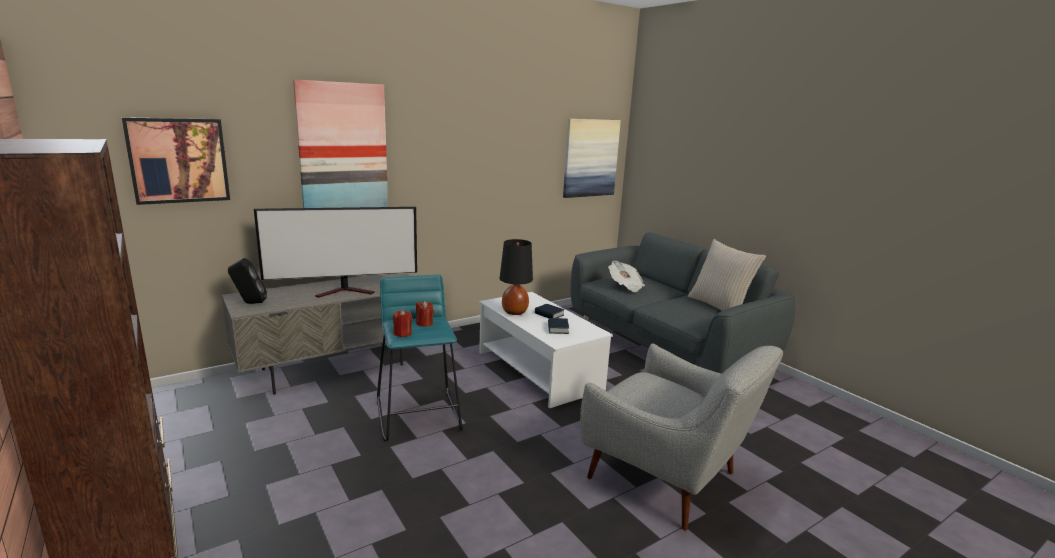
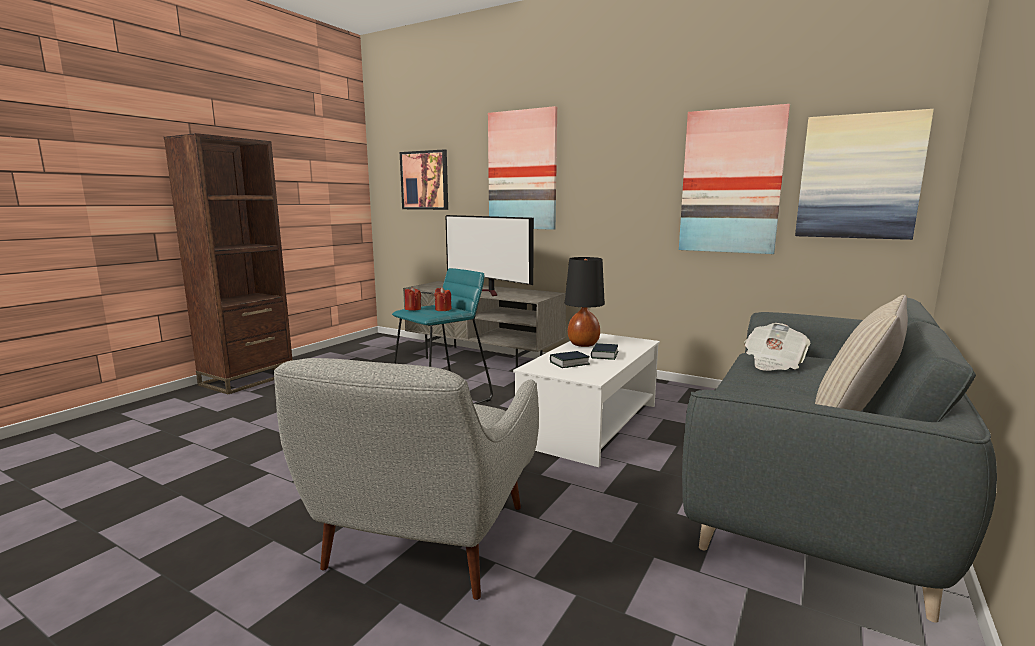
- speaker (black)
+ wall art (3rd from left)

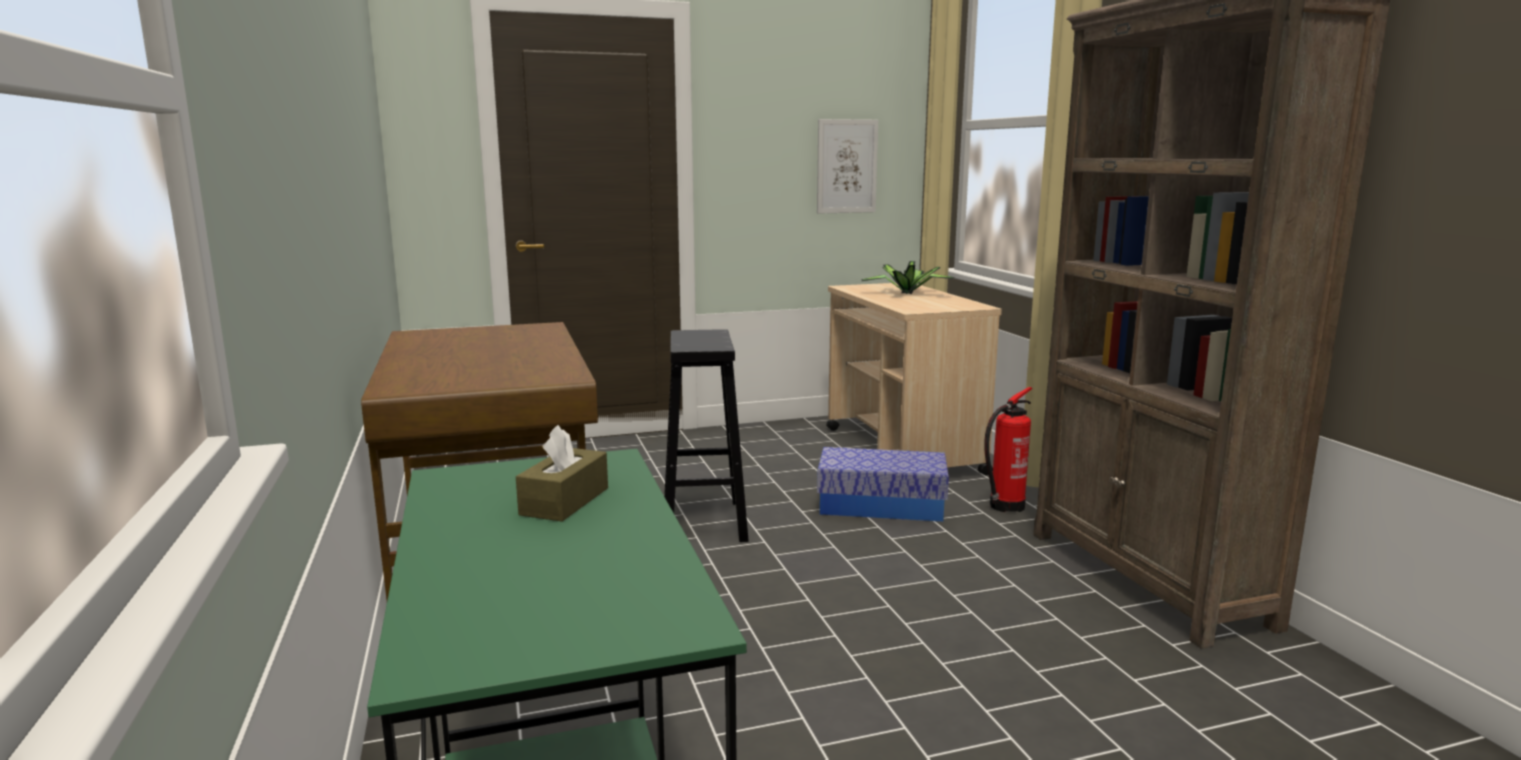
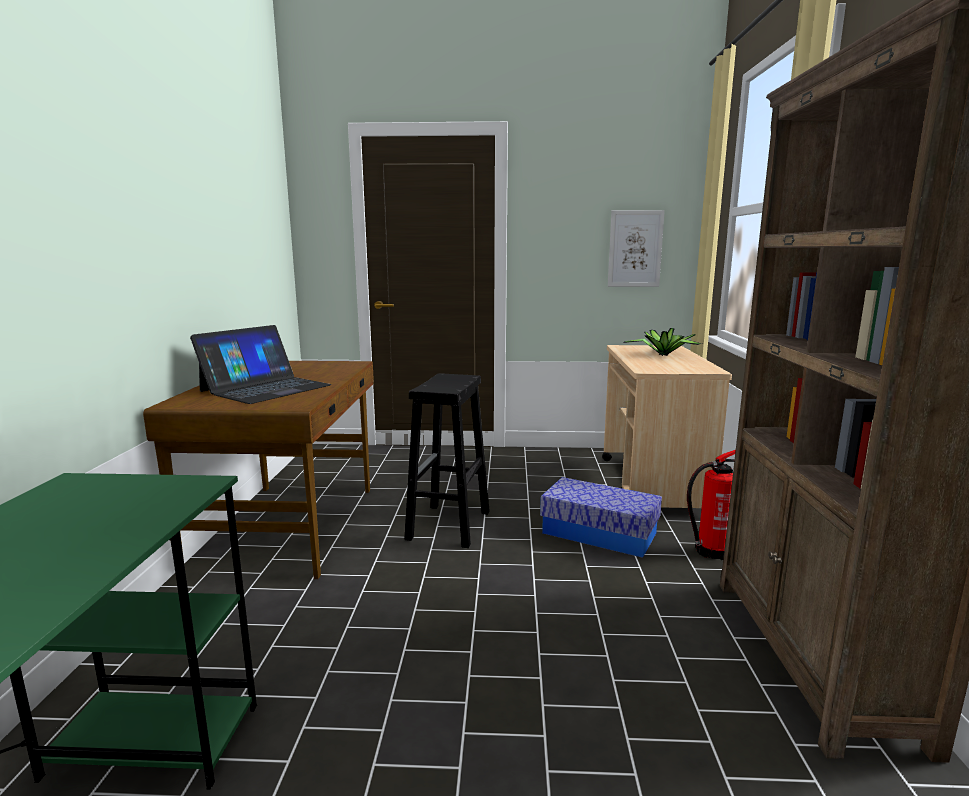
- tissue holder (brown)
+ laptop

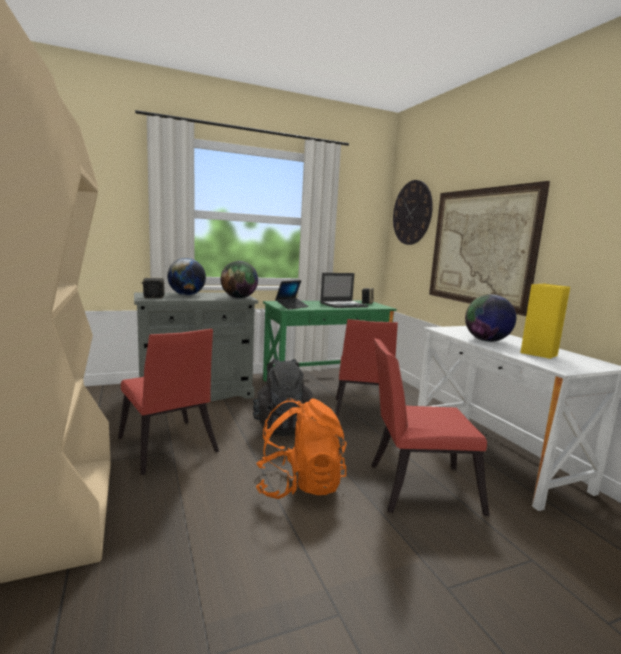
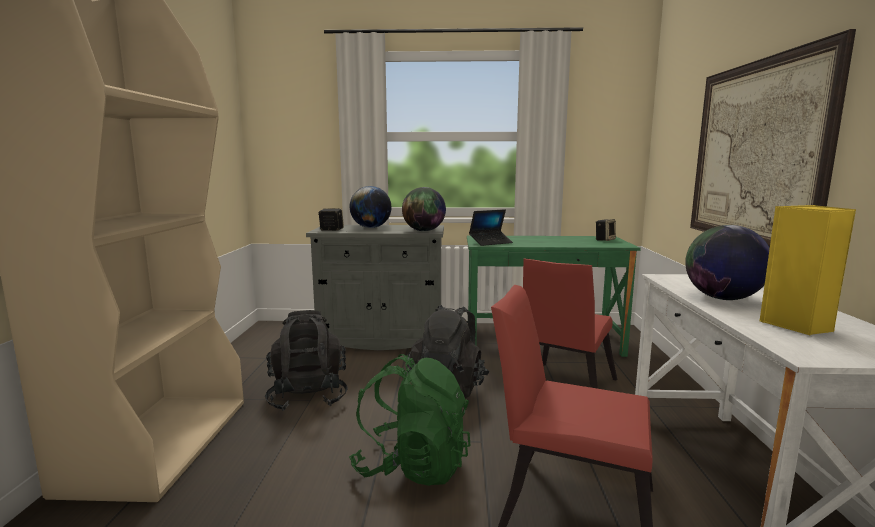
- clock on the wall
- laptop (2nd from left)
~ upright chair (red) (1st from left) to backpack (black) (1st from left)
~ backpack (orange-coloured) to backpack (green)

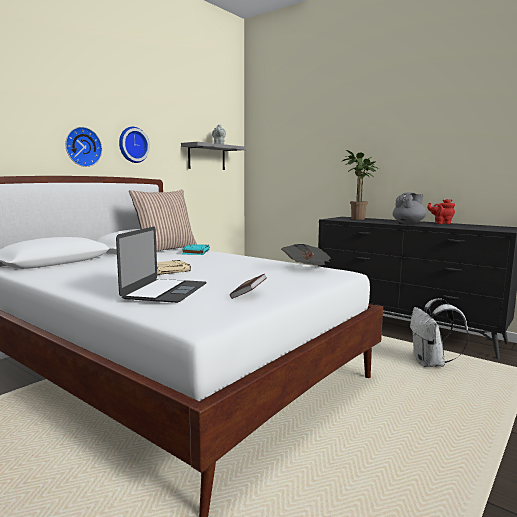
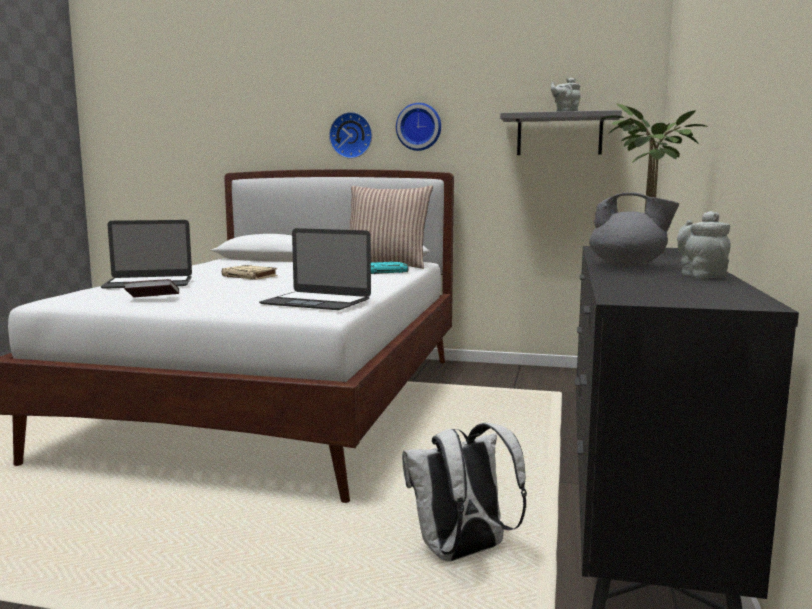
~ pot for tea (red) to pot for tea (greyish) (3rd from left)
~ newspaper to laptop (2nd from left)

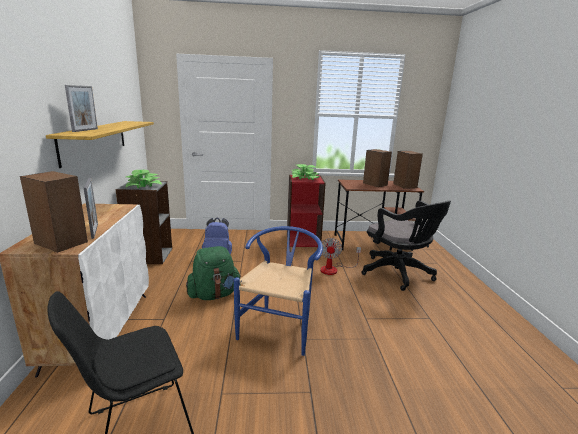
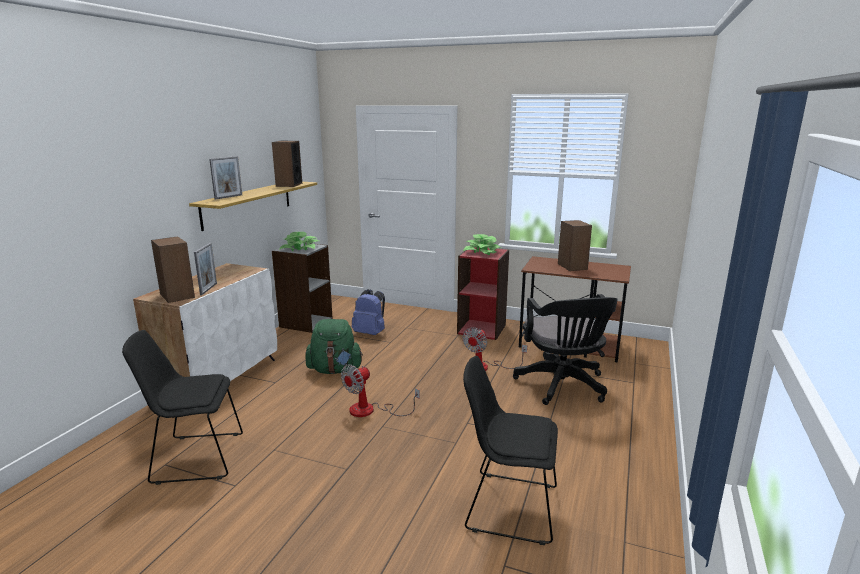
~ speaker (3rd from left in the first image) to speaker (2nd from left)
~ upright chair (bluish) to cooling fan (1st from left)
+ upright chair (black) (2nd from left)

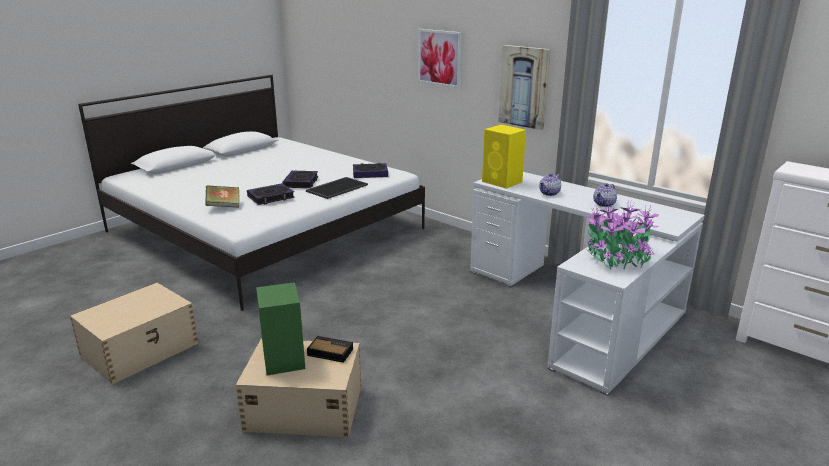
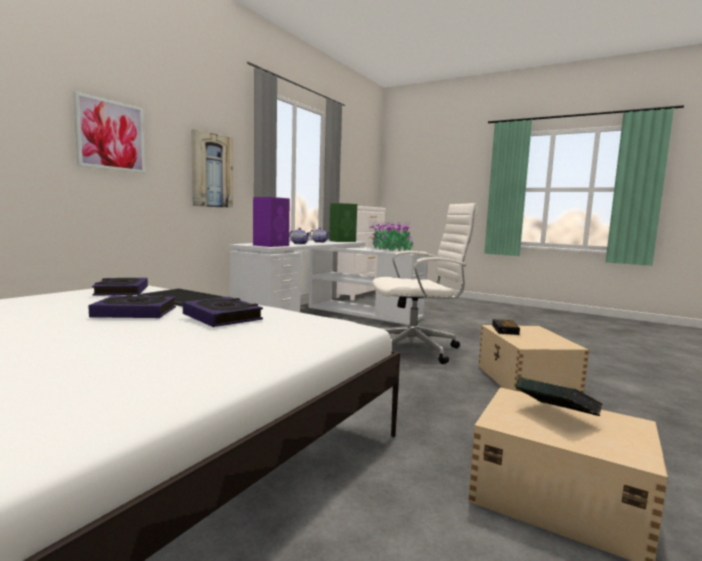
~ speaker (yellow-coloured) to speaker (purple)
~ book (1st from left in the first image) to book (4th from left)
~ speaker (green)
+ office chair (whitish)

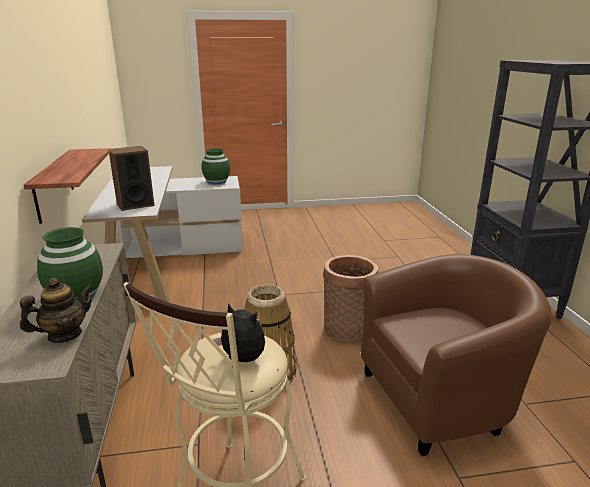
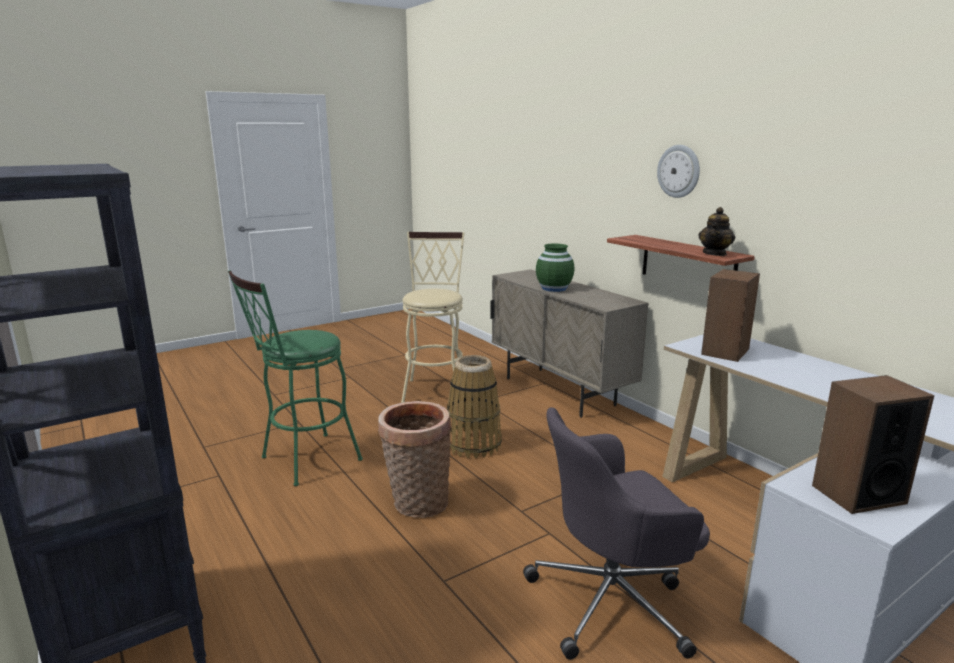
~ vase (green) (2nd from left) to speaker (2nd from left)
~ easy chair (brown) to stool seat (green)
~ pot for tea
- cuddly toy
+ clock on the wall
+ office chair (greyish)

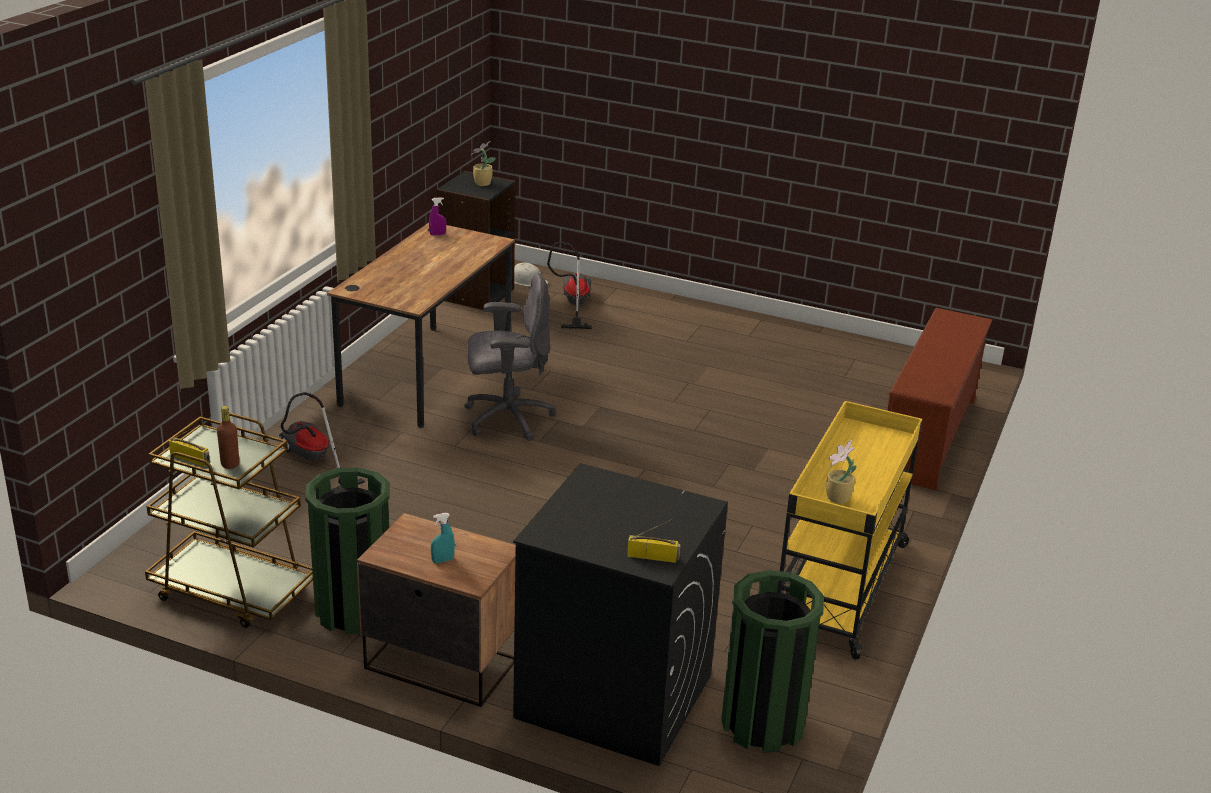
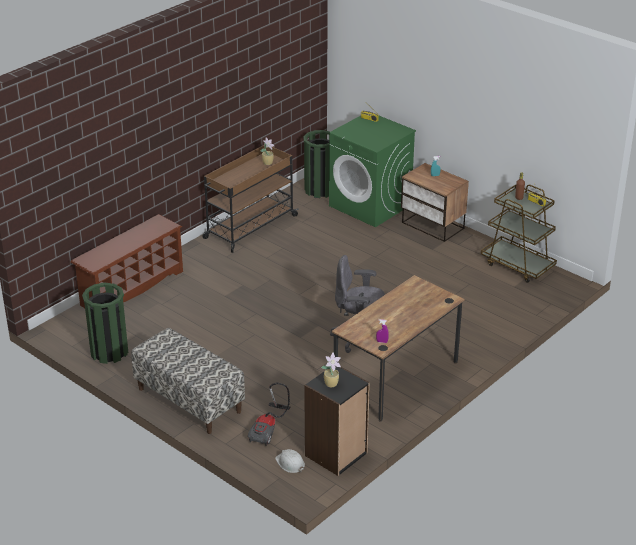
- vacuum (1st from left)
~ cart (yellow-coloured) to cart (brown) (1st from left)
~ laundry appliance (black) to laundry appliance (green)
~ trash can (green) (1st from left)
+ bench

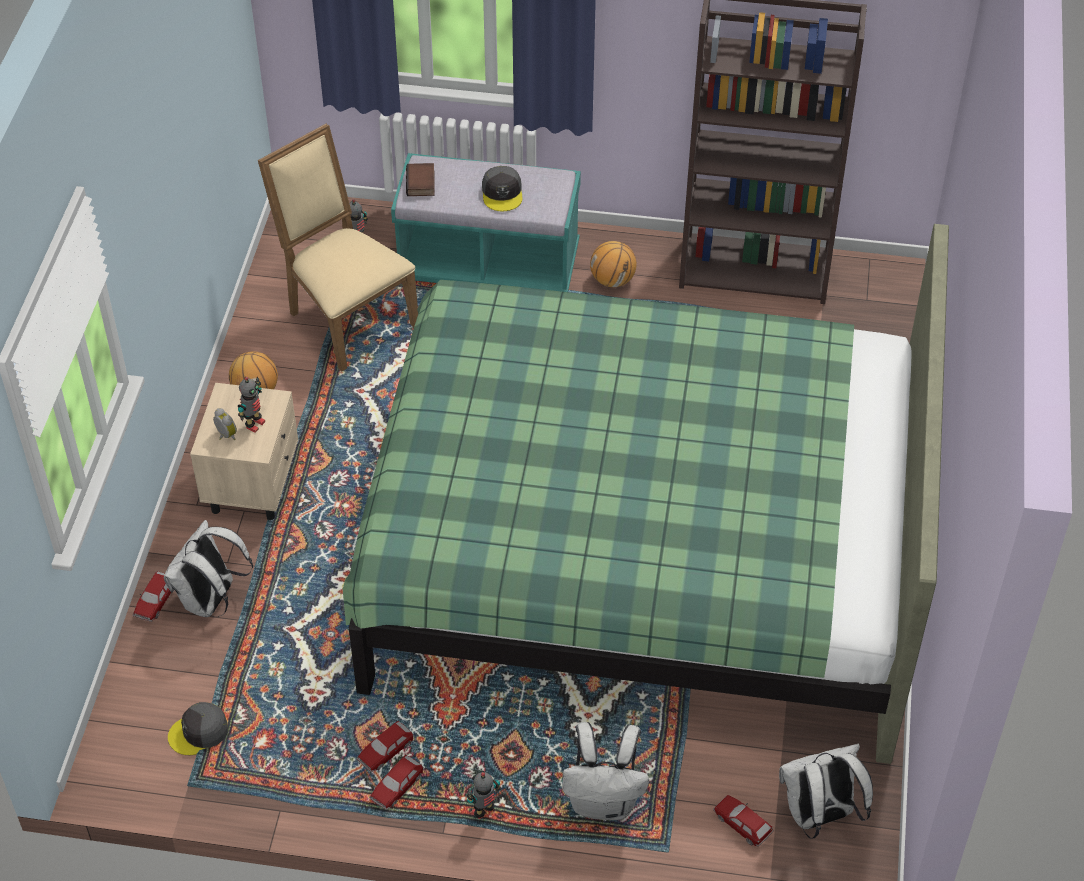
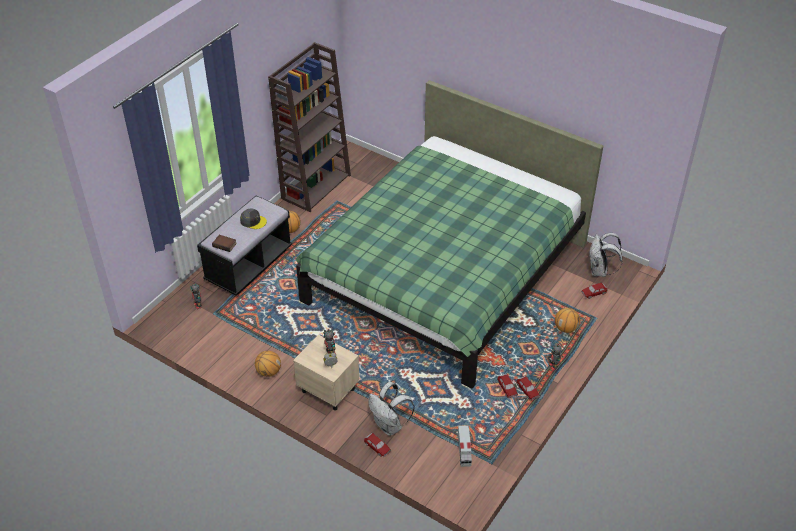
- upright chair (beige)
~ bench (turquoise) to bench (black)
~ peaked cap (greyish) (1st from left) to toy lorry
~ backpack (whitish) (2nd from left) to basketball ball (3rd from left)

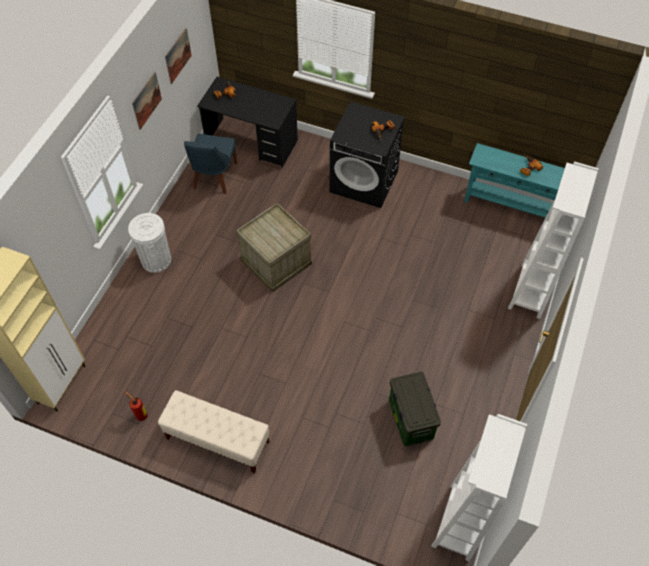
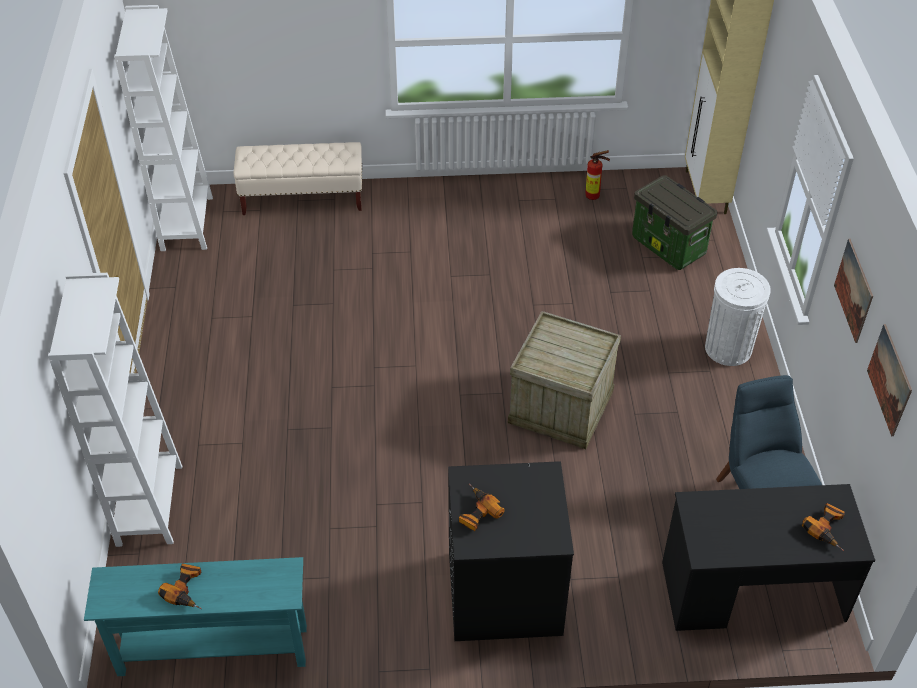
~ storage container
~ bench (beige)

